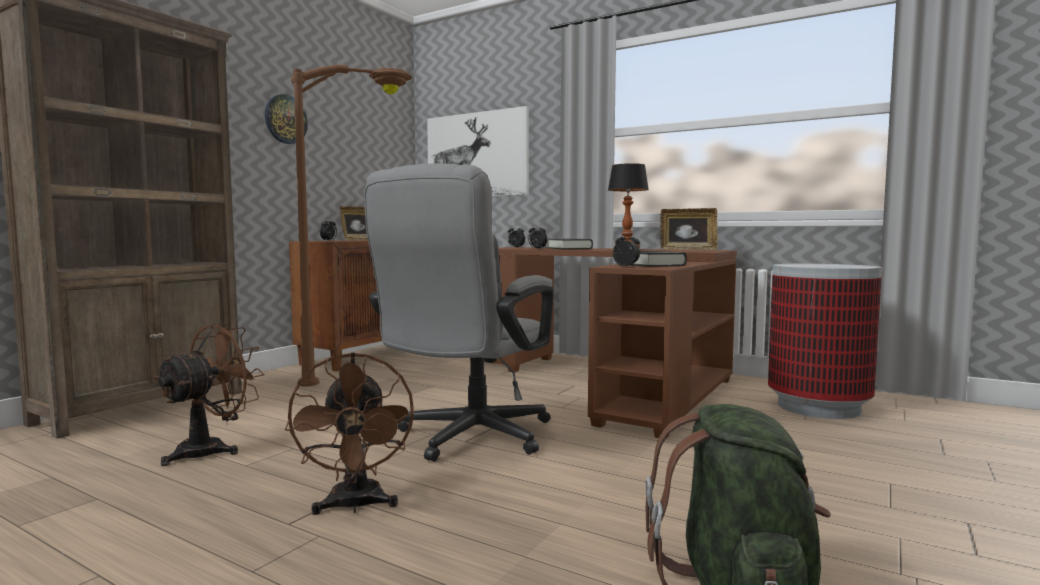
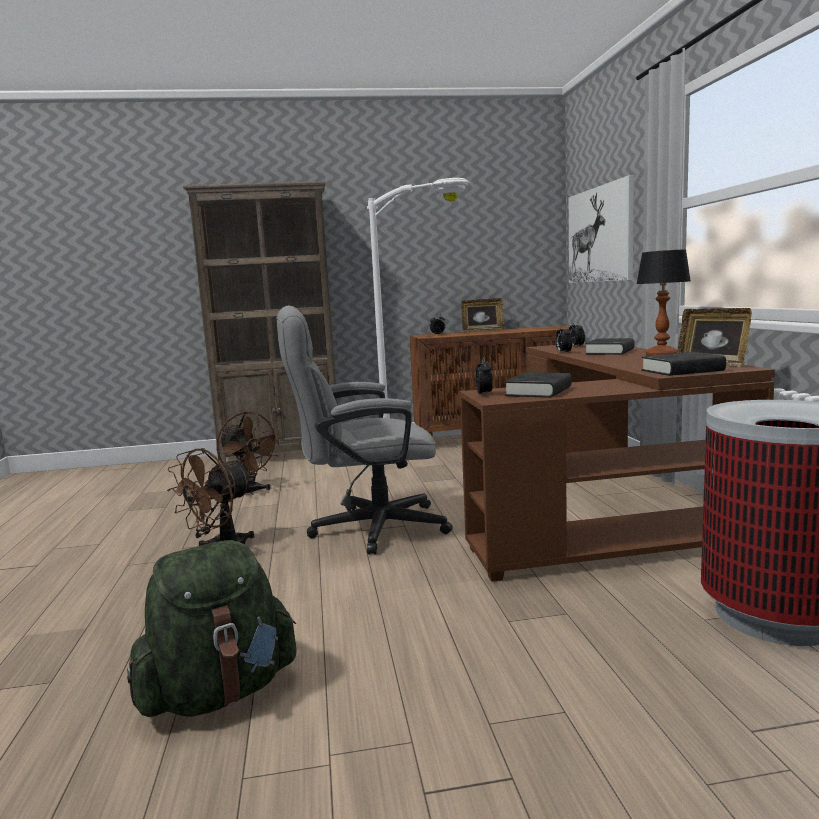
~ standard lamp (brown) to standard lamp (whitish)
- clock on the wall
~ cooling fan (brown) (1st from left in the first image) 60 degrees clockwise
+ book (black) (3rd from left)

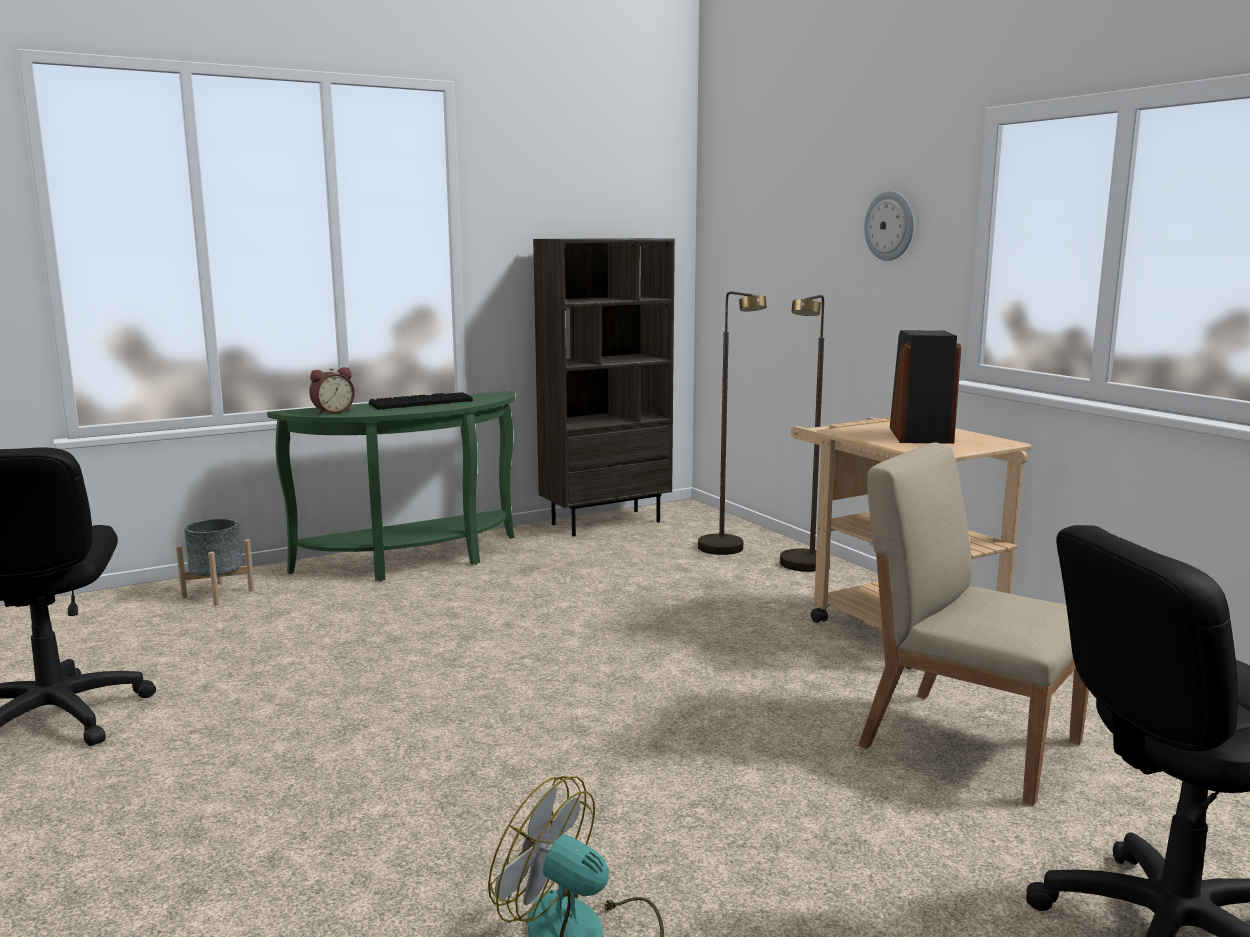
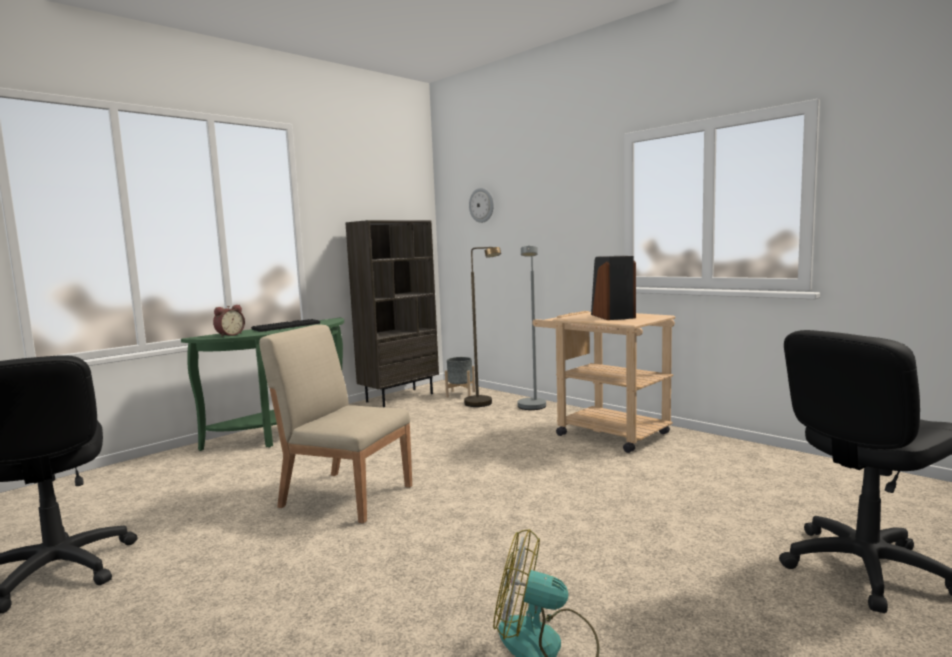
~ clock on the wall
~ standard lamp (brown) (2nd from left) to standard lamp (greyish)
~ upright chair (beige)
~ flower pot (greyish)

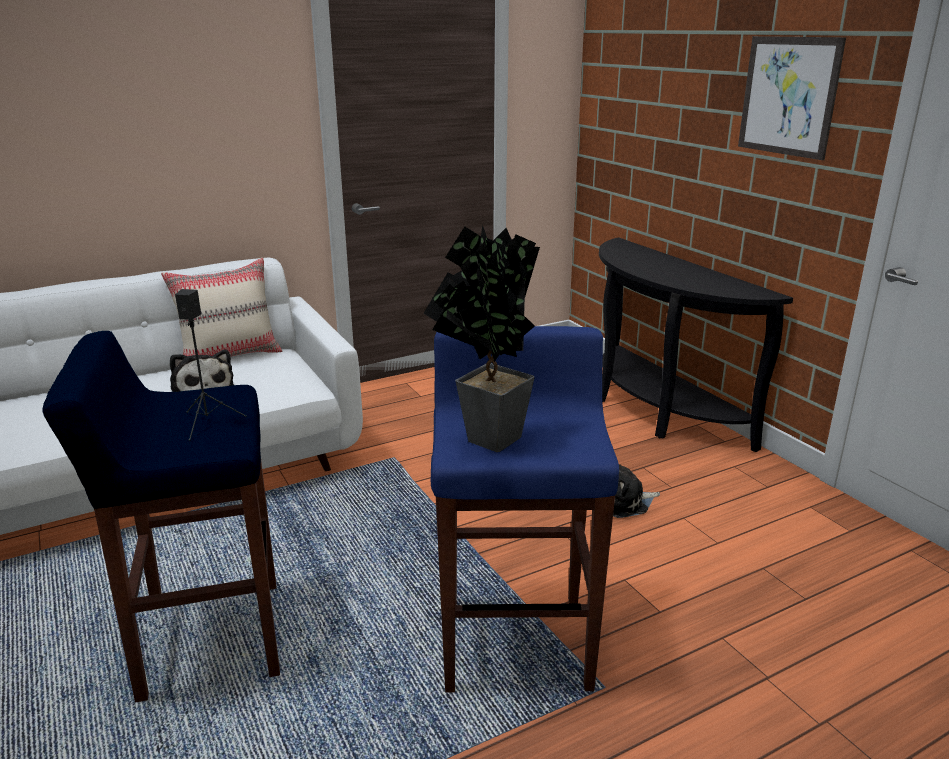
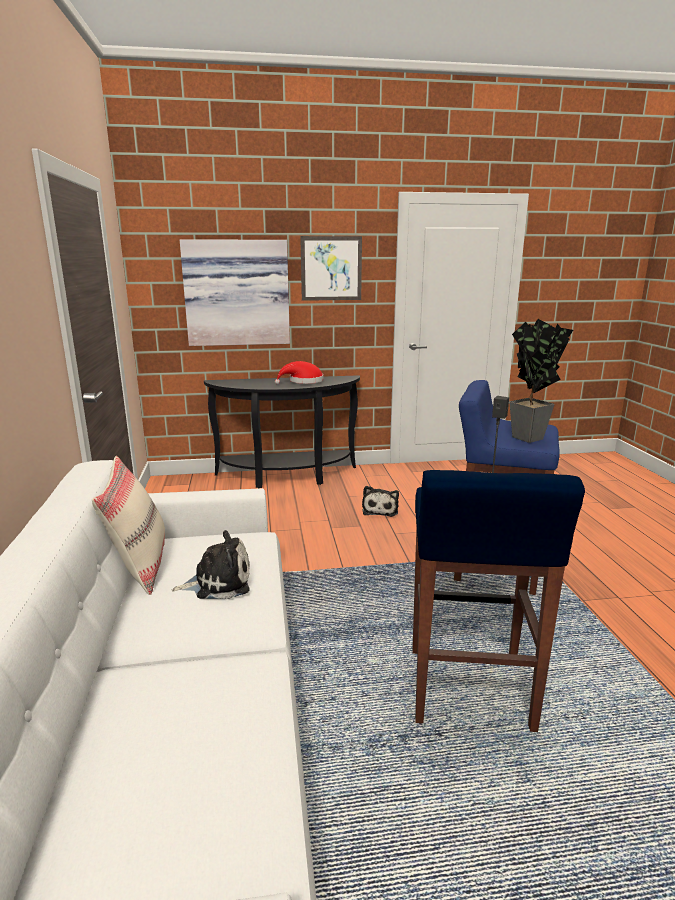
+ wall art (1st from left)
+ hat (red)

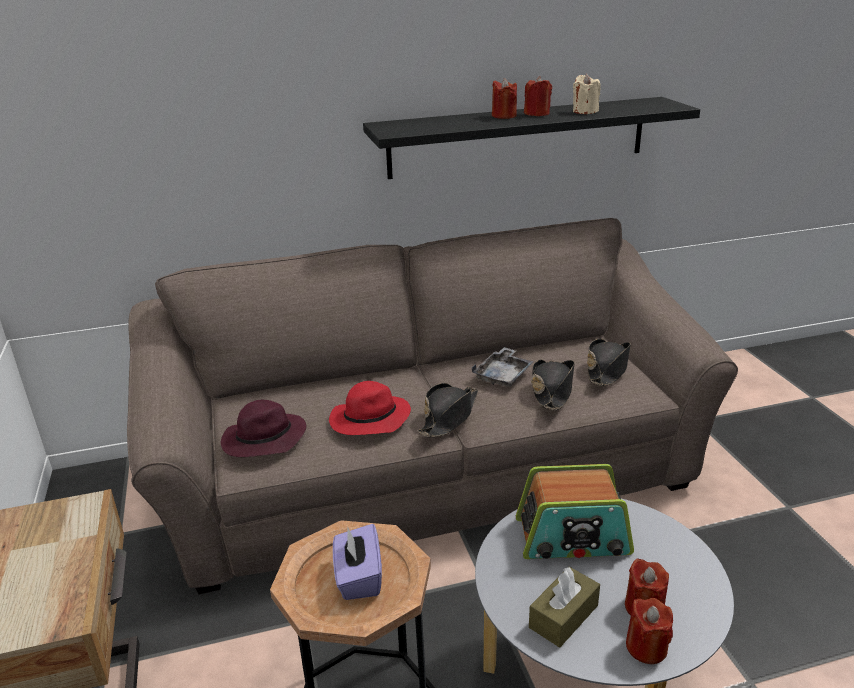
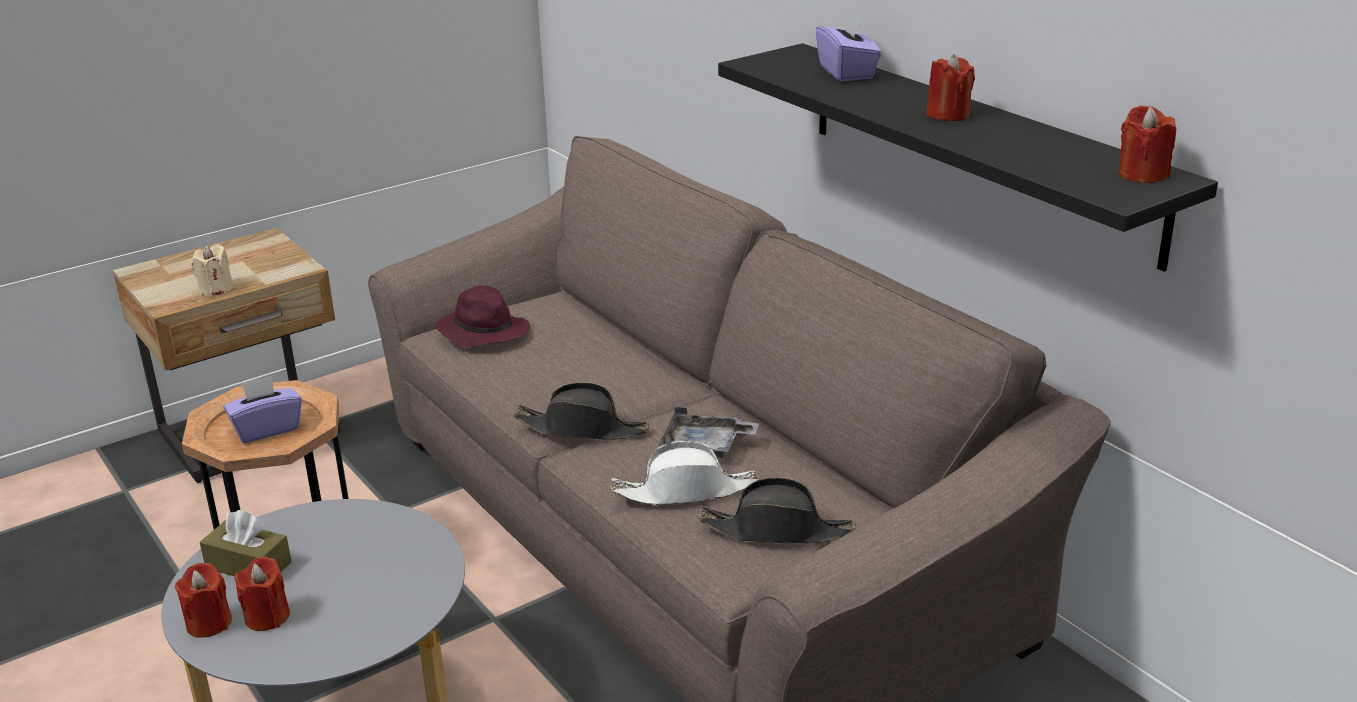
~ wax candle (beige)
~ wax candle (red) (1st from left in the first image) to wax candle (red) (4th from left)
~ hat (black) (2nd from left) to hat (whitish)
- hat (red)
- radio set
+ tissue holder (purple) (2nd from left)

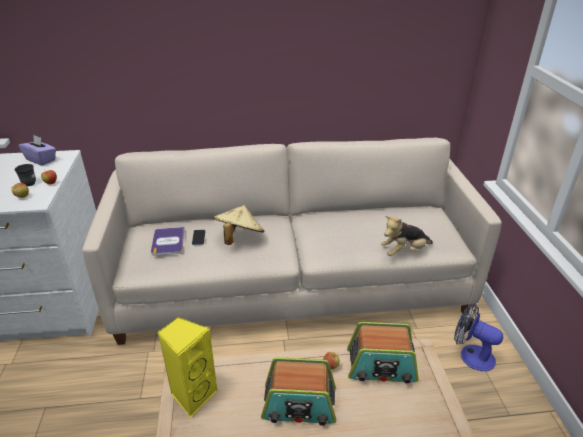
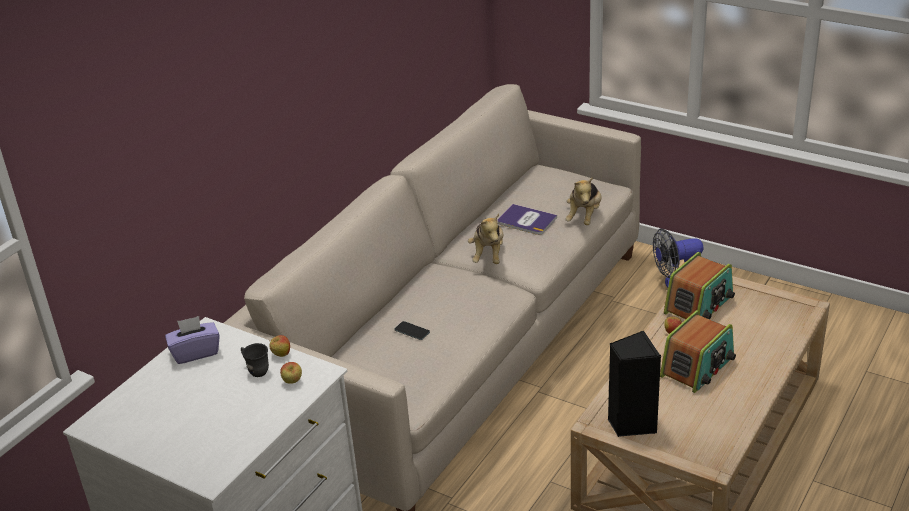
- hat (beige)
~ book
~ speaker (yellow-coloured) to speaker (black)
+ cuddly toy (1st from left)

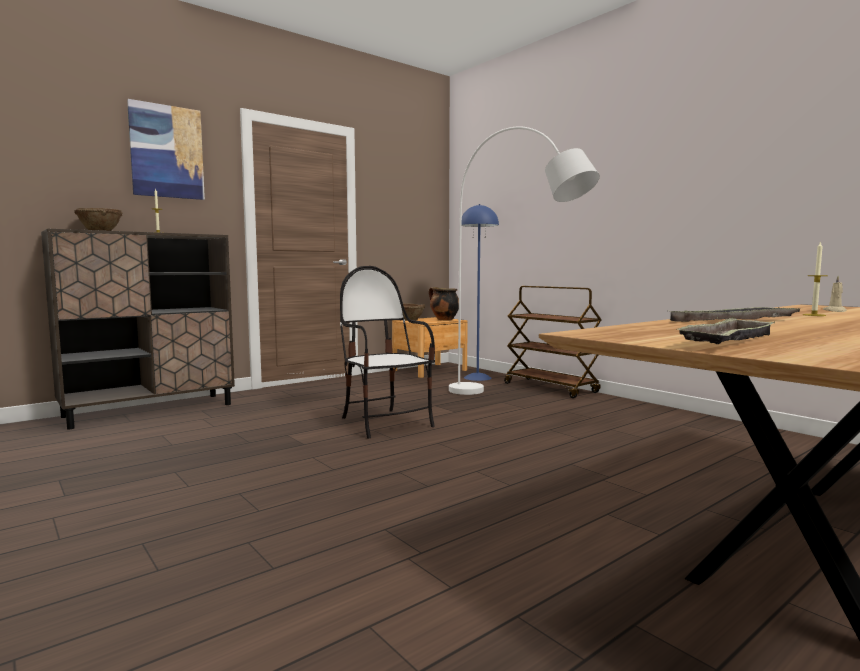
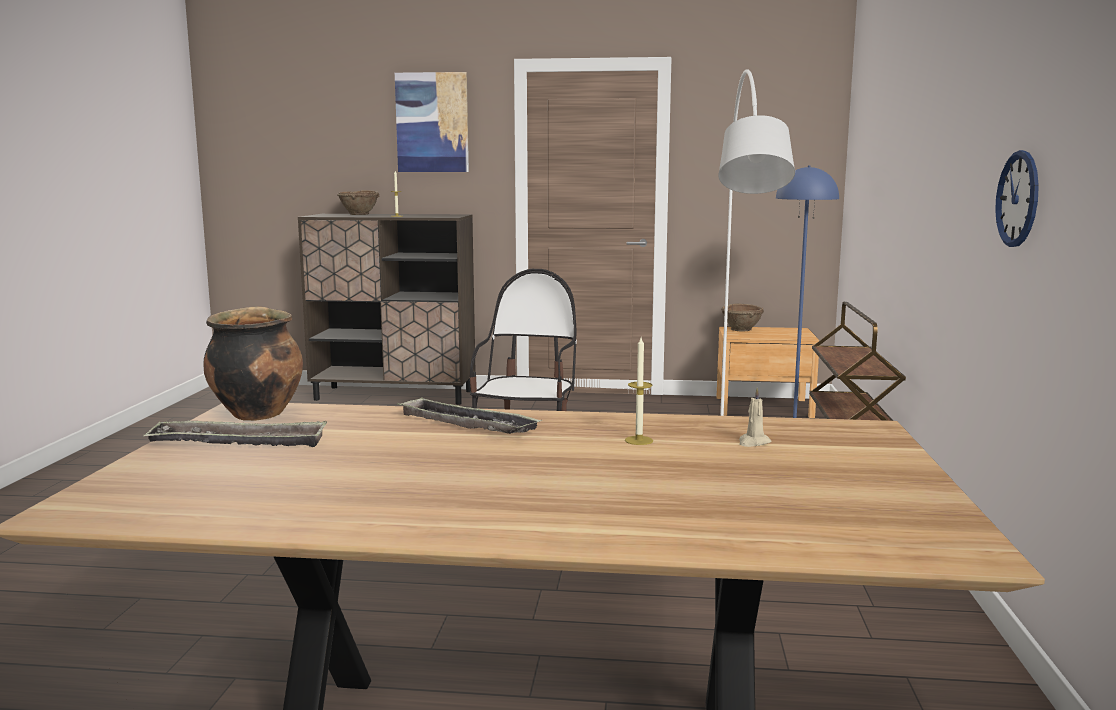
~ stockpot
+ clock on the wall

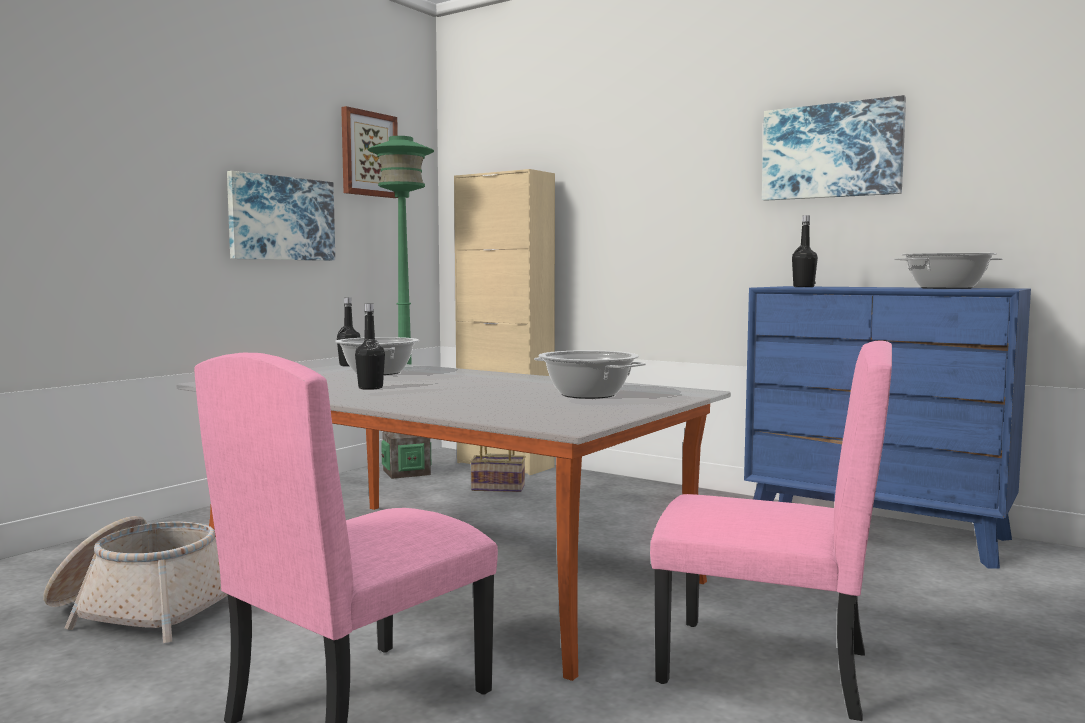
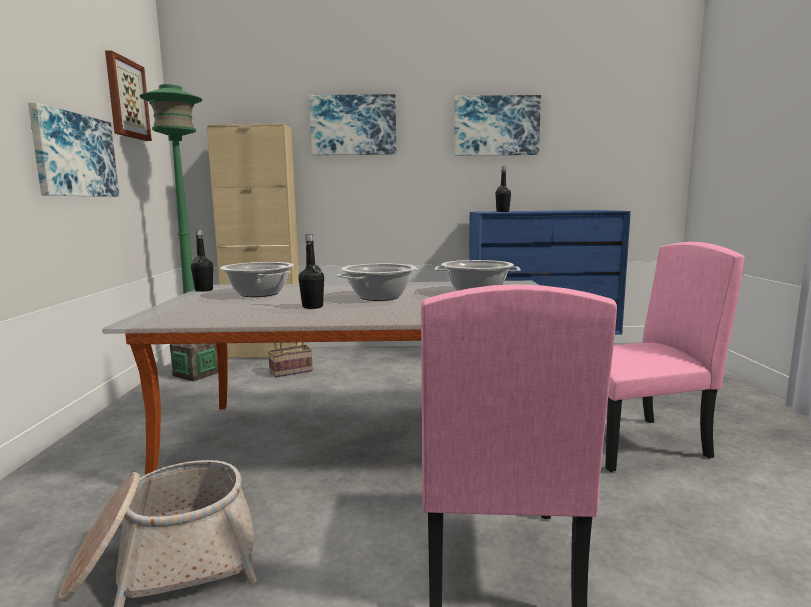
~ stockpot (3rd from left in the first image) to stockpot (2nd from left)
+ wall art (3rd from left)

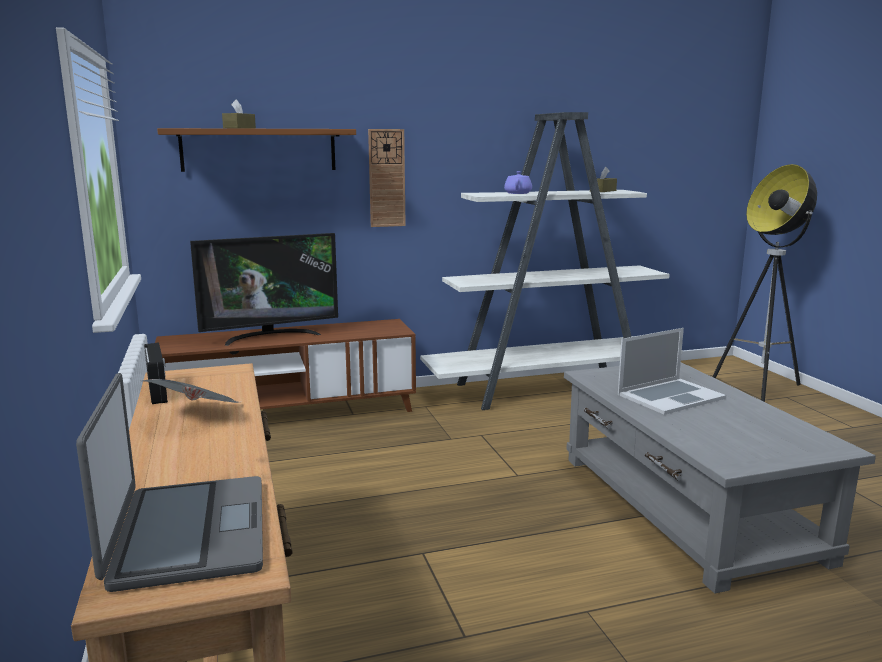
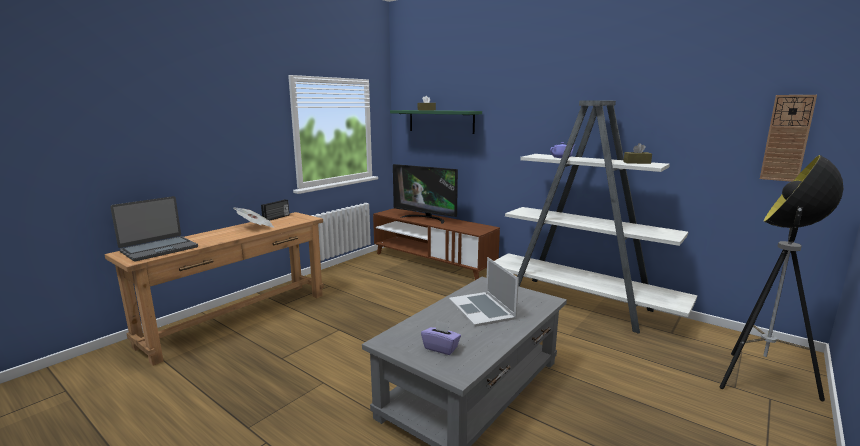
~ bracket shelf (brown) to bracket shelf (green)
~ clock on the wall
~ laptop (2nd from left) 45 degrees clockwise
+ tissue holder (purple)

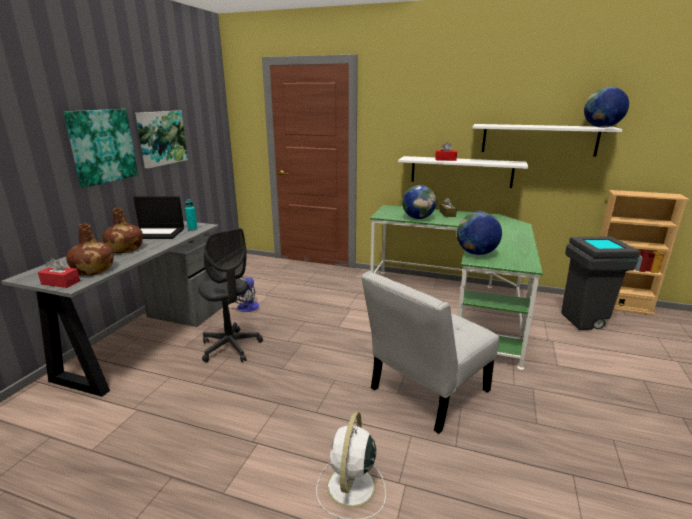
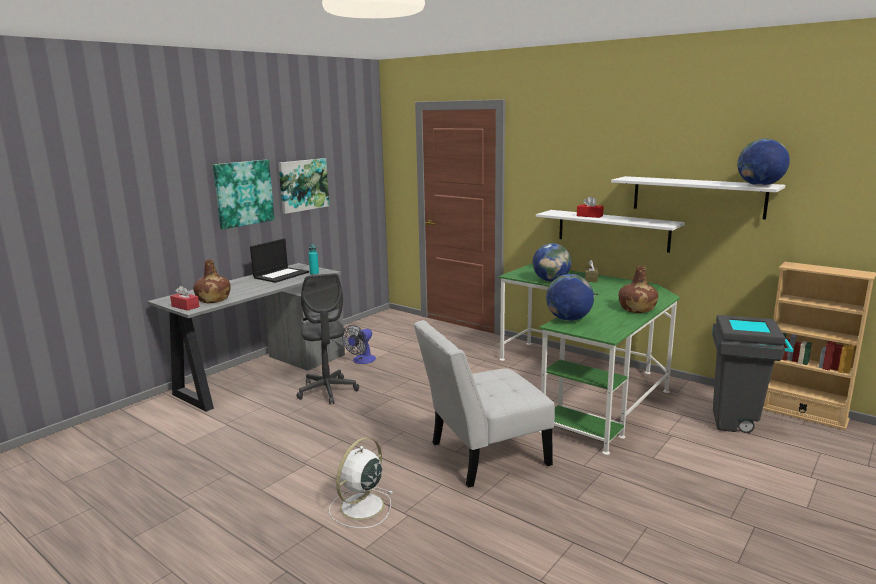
~ laptop 75 degrees counterclockwise
~ bottle (brown) (2nd from left)

